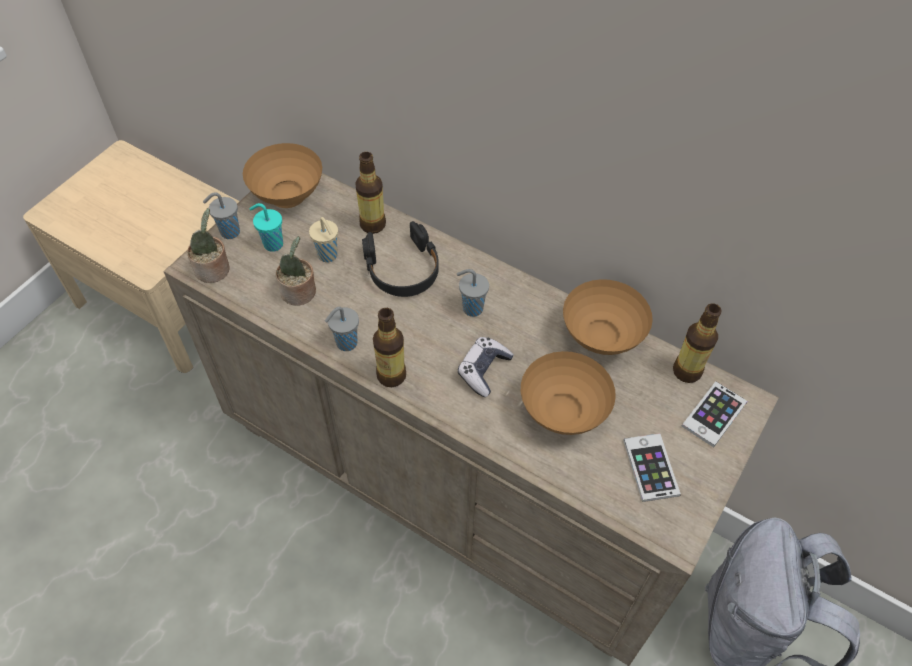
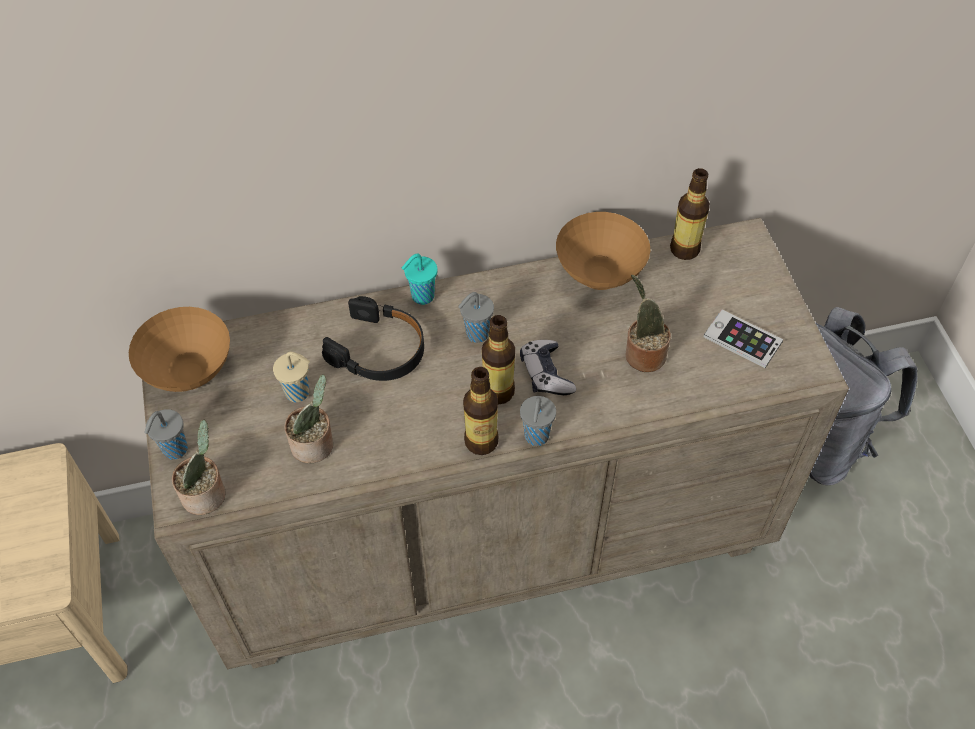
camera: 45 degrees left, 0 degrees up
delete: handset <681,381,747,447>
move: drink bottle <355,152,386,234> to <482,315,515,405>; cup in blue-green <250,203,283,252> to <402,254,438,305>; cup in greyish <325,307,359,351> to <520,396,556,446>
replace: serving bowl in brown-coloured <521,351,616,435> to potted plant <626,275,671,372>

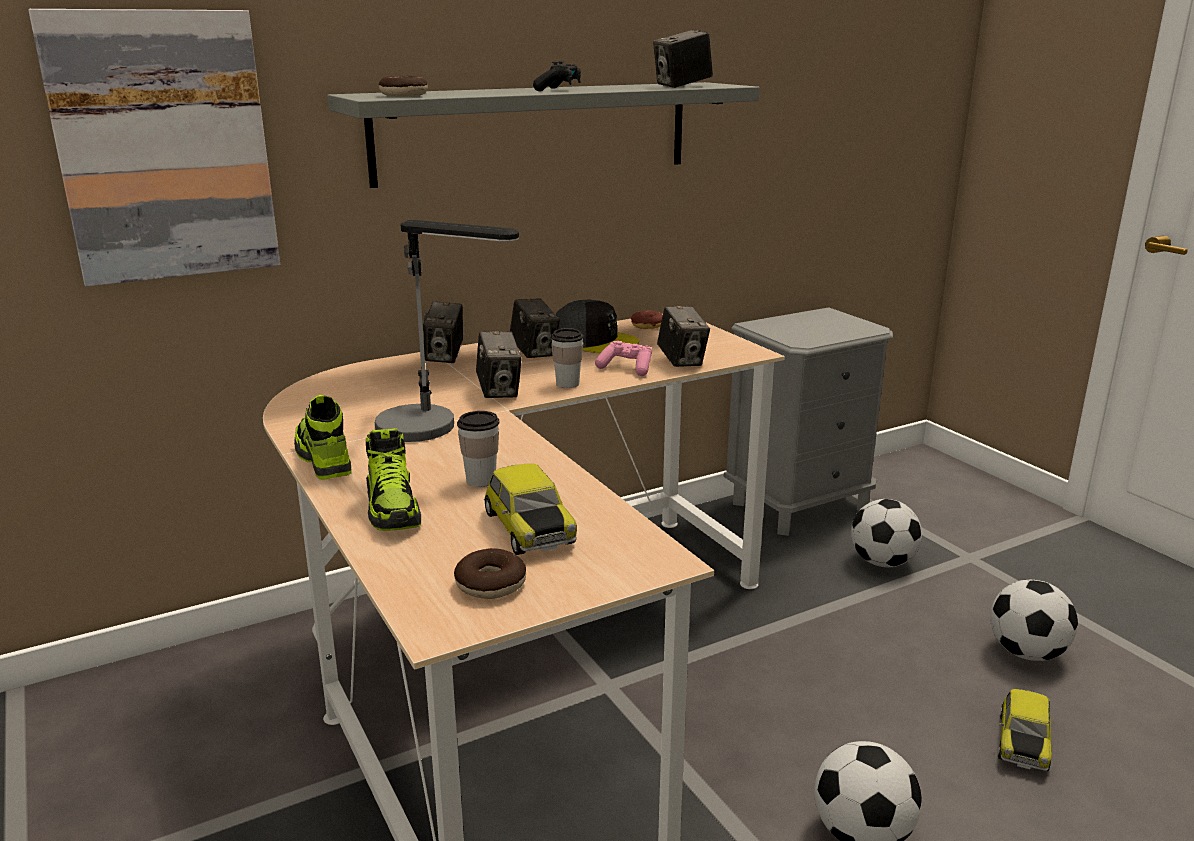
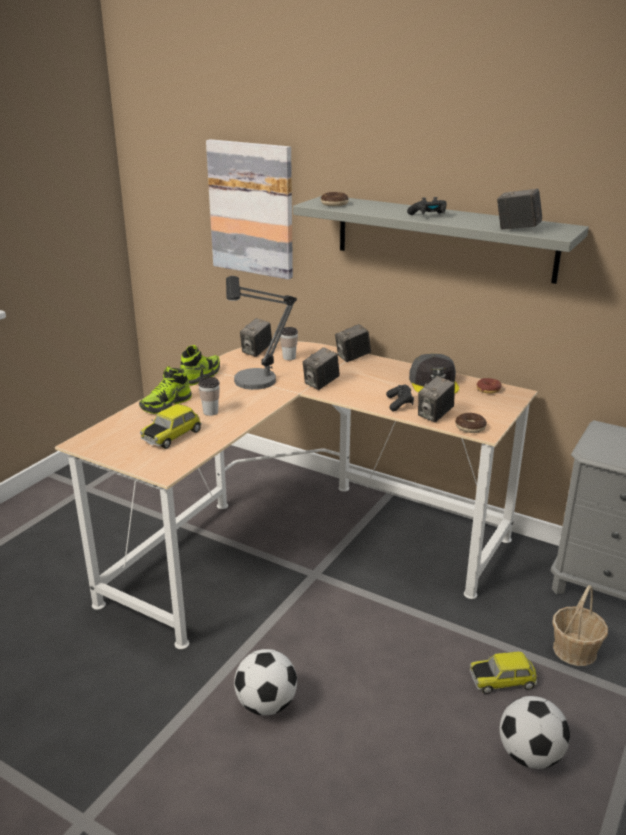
camera: 60 degrees right, 5 degrees up
move: still camera <510,298,560,358> to <240,318,272,357>; cup <551,328,583,388> to <280,327,298,360>; donut <454,548,526,599> to <455,413,487,433>; model car <998,689,1052,771> to <470,651,537,694>
replace: football <851,499,922,567> to storage basket <552,585,608,666>
recolor: game controller in pinkish <595,341,652,376> to game controller in black-coloured <386,385,414,411>

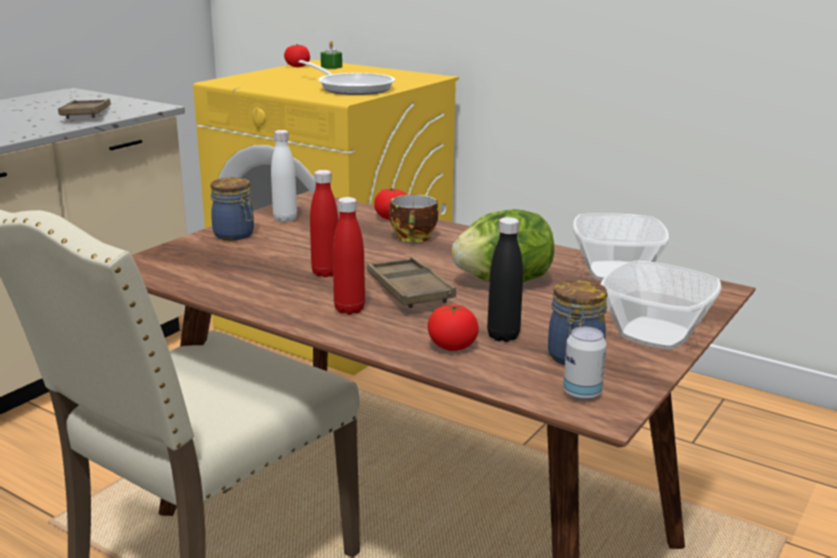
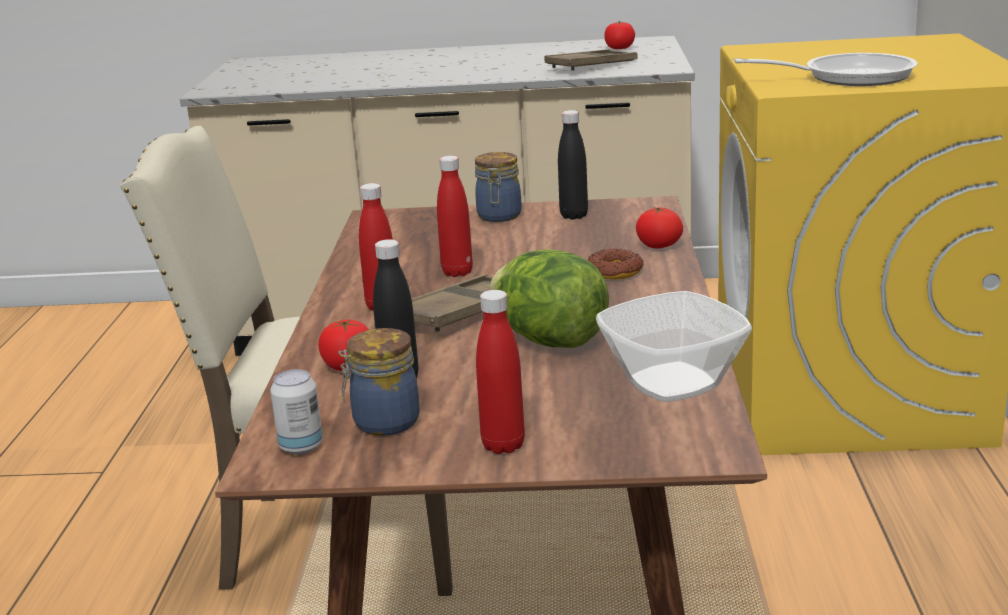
camera: 60 degrees right, 0 degrees up
delete: candle in green <321,41,342,69>
move: whole tomato <284,44,310,67> to <604,21,635,49>
replace: cup <389,194,438,243> to donut <587,248,644,280>; serving bowl <601,260,722,350> to drink bottle in red-coloured <476,290,525,454>
recolor: drink bottle in whitish <271,130,297,222> to drink bottle in black-coloured <558,110,588,219>
rotate: skillet <298,60,395,95> = <734,53,918,86> 105 degrees counterclockwise

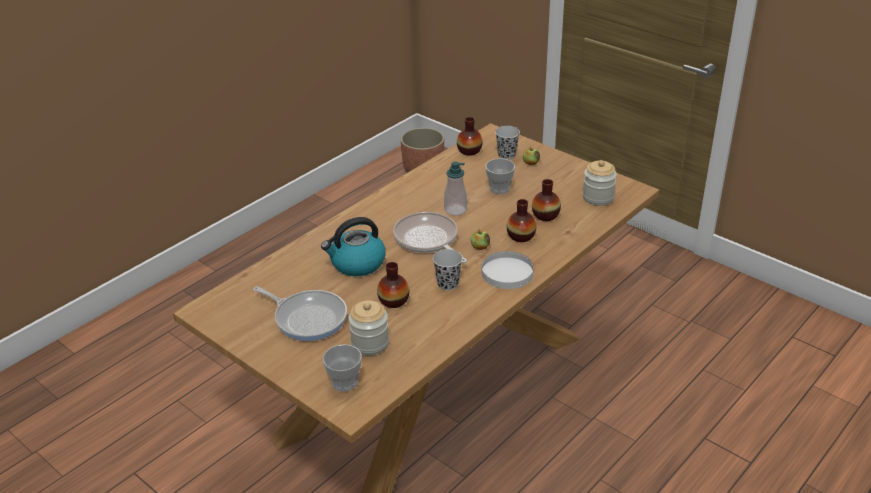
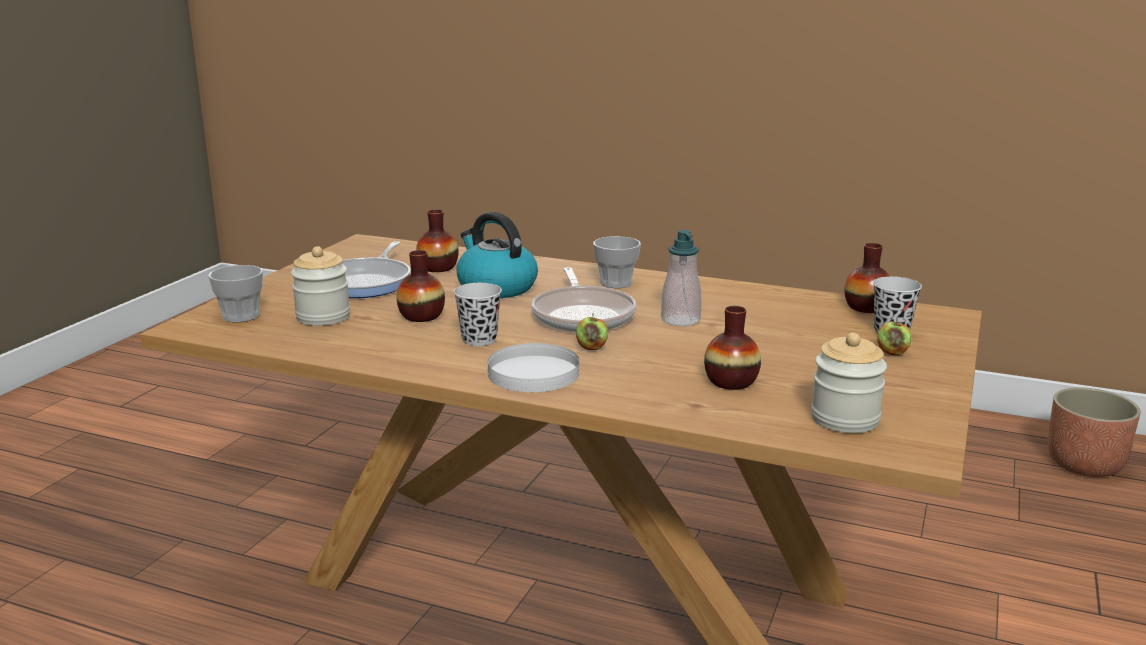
camera: 70 degrees right, 15 degrees down
move: cup <485,159,515,194> to <593,236,641,288>; vase <507,199,537,242> to <416,210,459,272>
rotate: skillet <393,212,467,263> = <532,267,636,332> 135 degrees clockwise

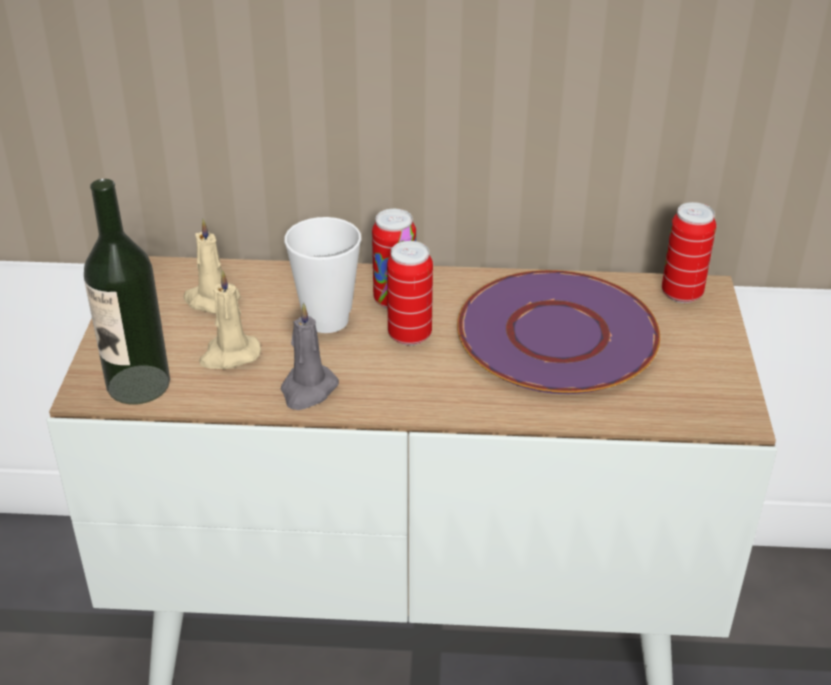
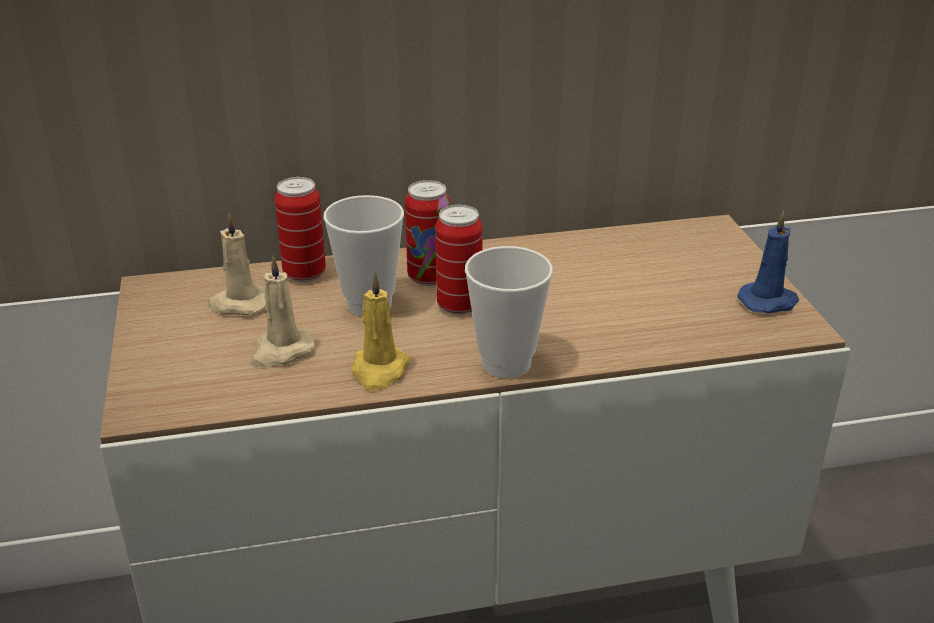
camera: 15 degrees left, 5 degrees down
delete: drink bottle <84,179,170,404>; flat dish in purple-coloured <457,270,660,394>
insert: candle in bluish <737,211,799,314>; cup <465,246,553,378>
move: sealed can <662,202,716,303> to <275,177,326,282>
recolor: candle in greyish <281,303,339,410> to candle in yellow-coloured <352,272,411,391>

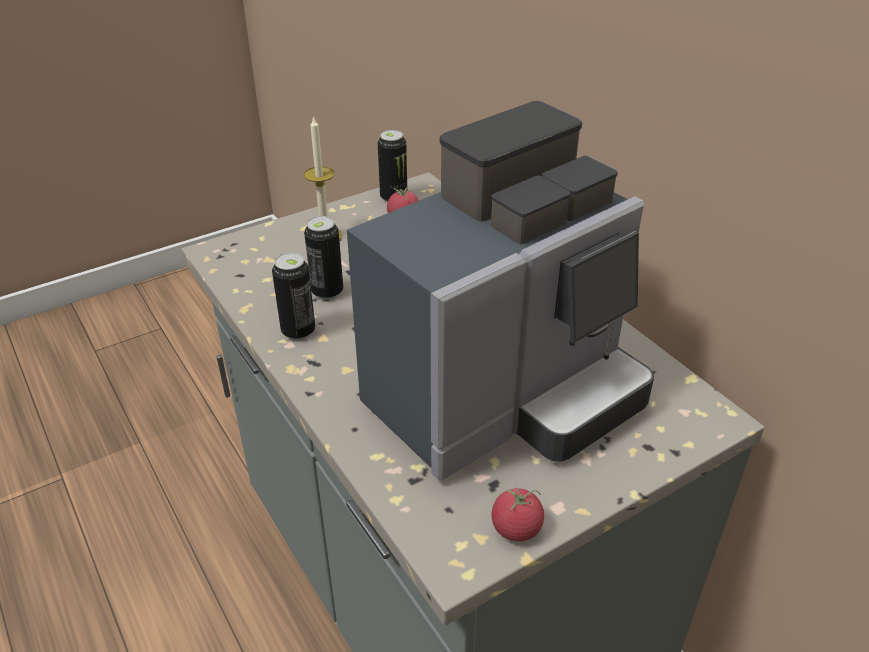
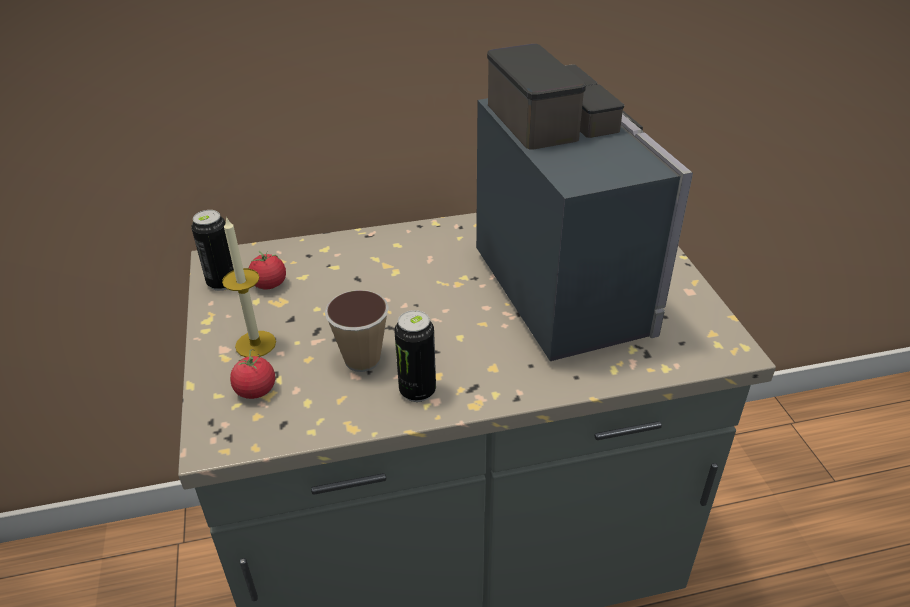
camera: 70 degrees left, 0 degrees up
move: whole tomato <491,487,544,541> to <230,349,275,399>
replace: sealed can <304,216,343,300> to cup <325,290,389,372>

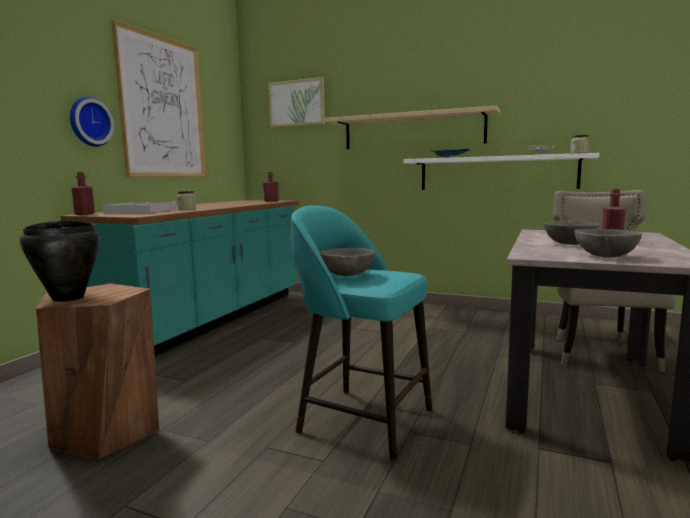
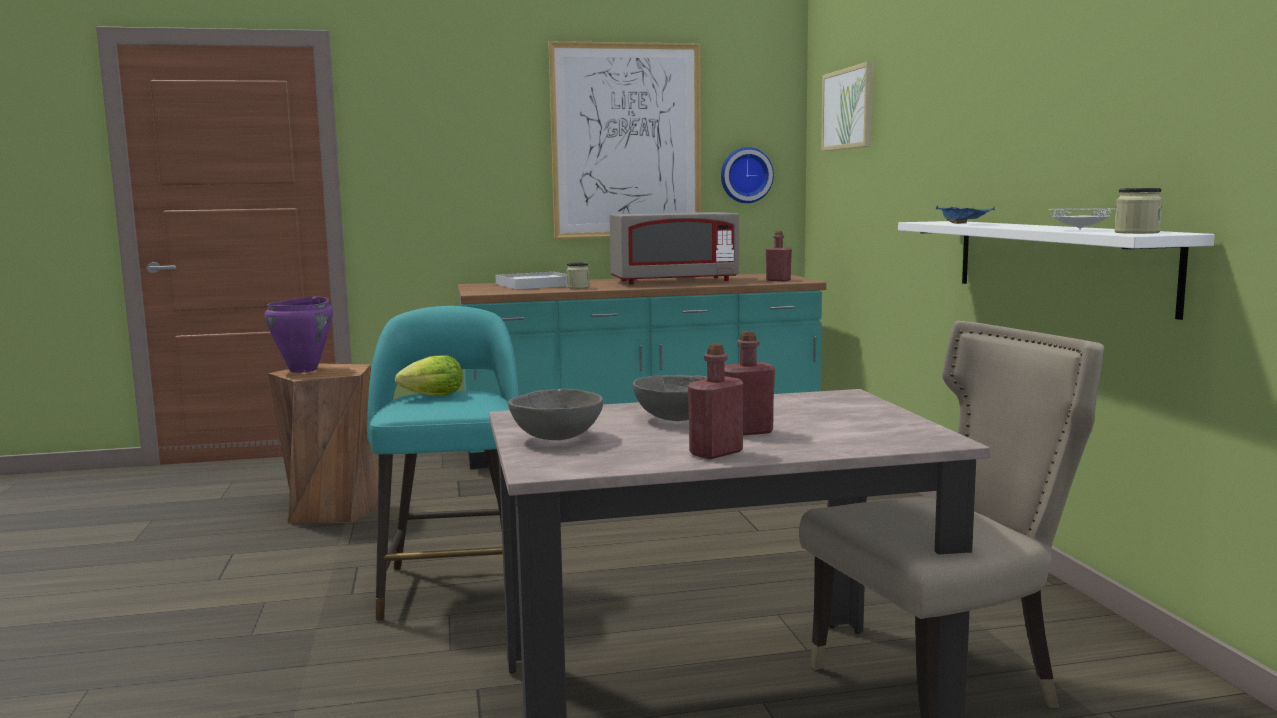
camera: 55 degrees right, 0 degrees up
delete: shelf in beige <325,106,500,149>
insert: microwave in greyish <610,212,739,284>
move: hanging clock <70,96,114,147> to <721,147,774,203>; drink bottle in red-coloured <72,172,95,215> to <688,344,744,459>
replace: serving bowl in greyish <320,248,375,276> to lettuce head <395,355,462,396>
recolor: cooking pot in black-coloured <20,221,100,302> to cooking pot in purple-coloured <264,296,333,373>

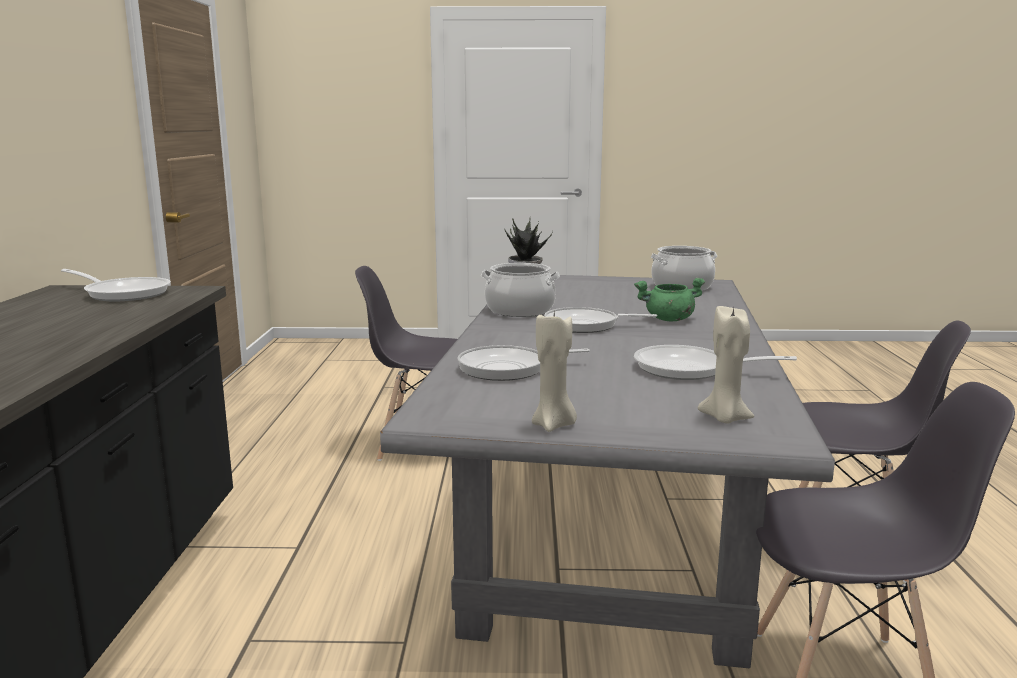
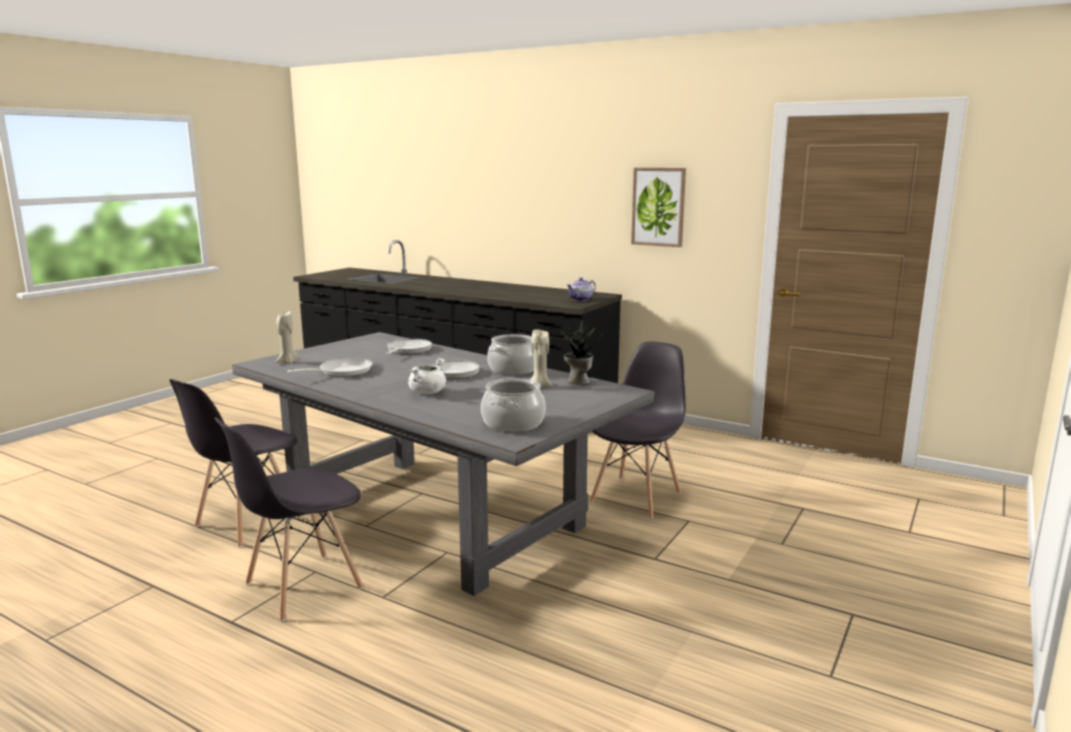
camera: 120 degrees right, 0 degrees up
insert: wall picture <631,168,686,247>
move: candle in beige <532,311,577,432> to <530,329,552,387>
replace: skillet <61,269,171,301> to tea pot <566,277,596,301>
recolor: cooking pot in green <634,278,705,321> to cooking pot in whitish <408,358,446,394>

